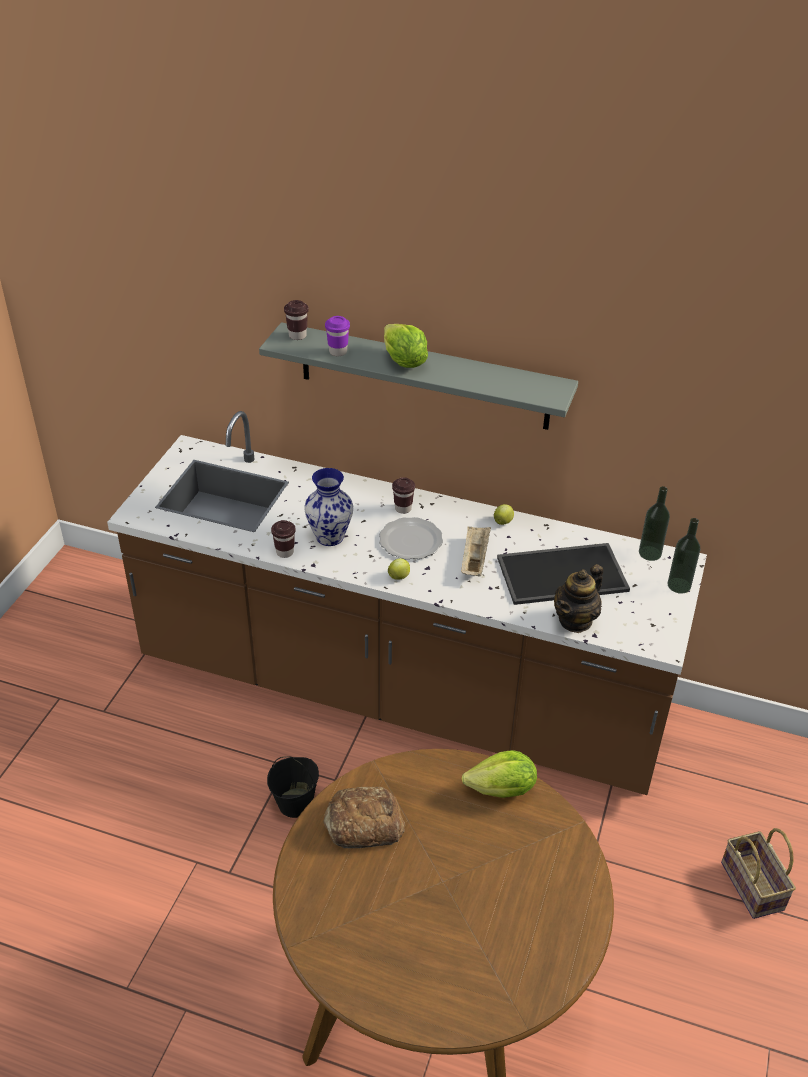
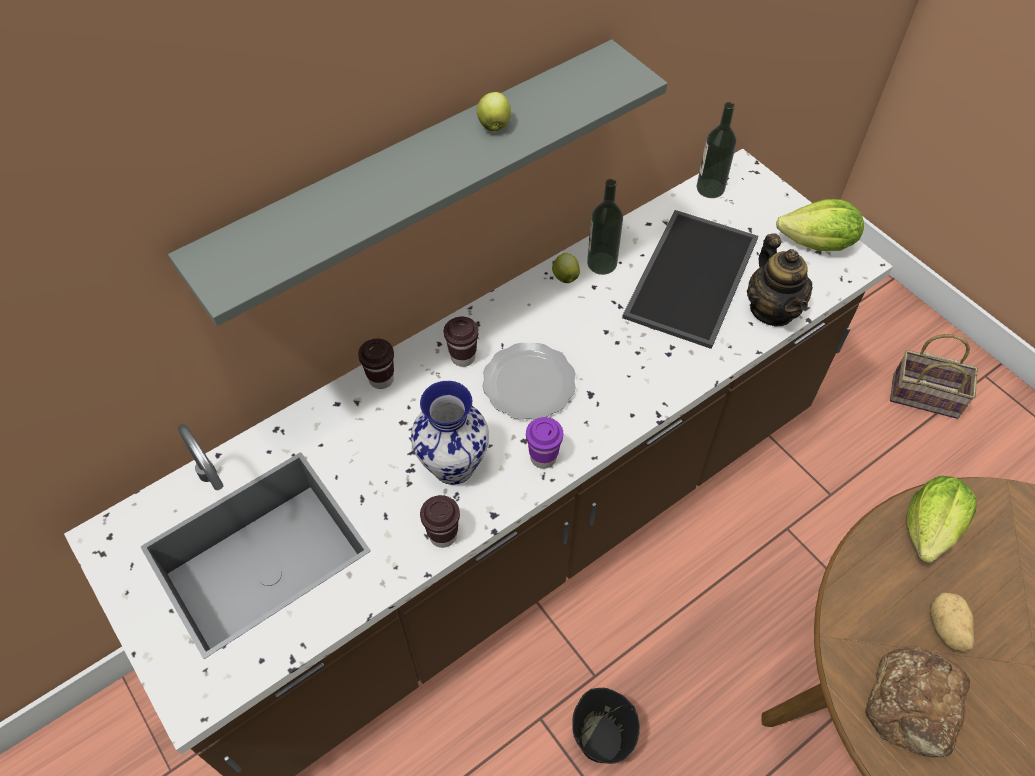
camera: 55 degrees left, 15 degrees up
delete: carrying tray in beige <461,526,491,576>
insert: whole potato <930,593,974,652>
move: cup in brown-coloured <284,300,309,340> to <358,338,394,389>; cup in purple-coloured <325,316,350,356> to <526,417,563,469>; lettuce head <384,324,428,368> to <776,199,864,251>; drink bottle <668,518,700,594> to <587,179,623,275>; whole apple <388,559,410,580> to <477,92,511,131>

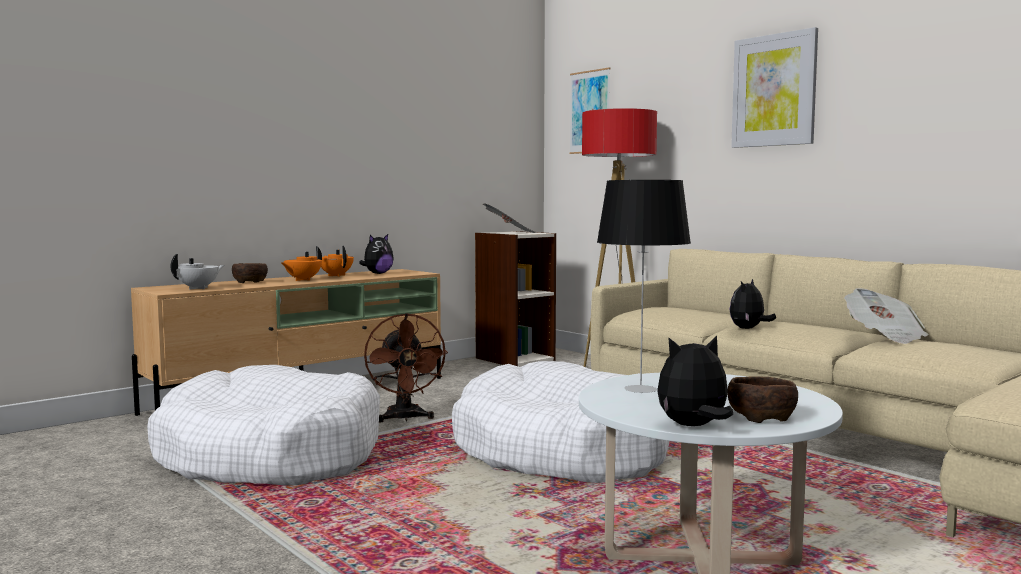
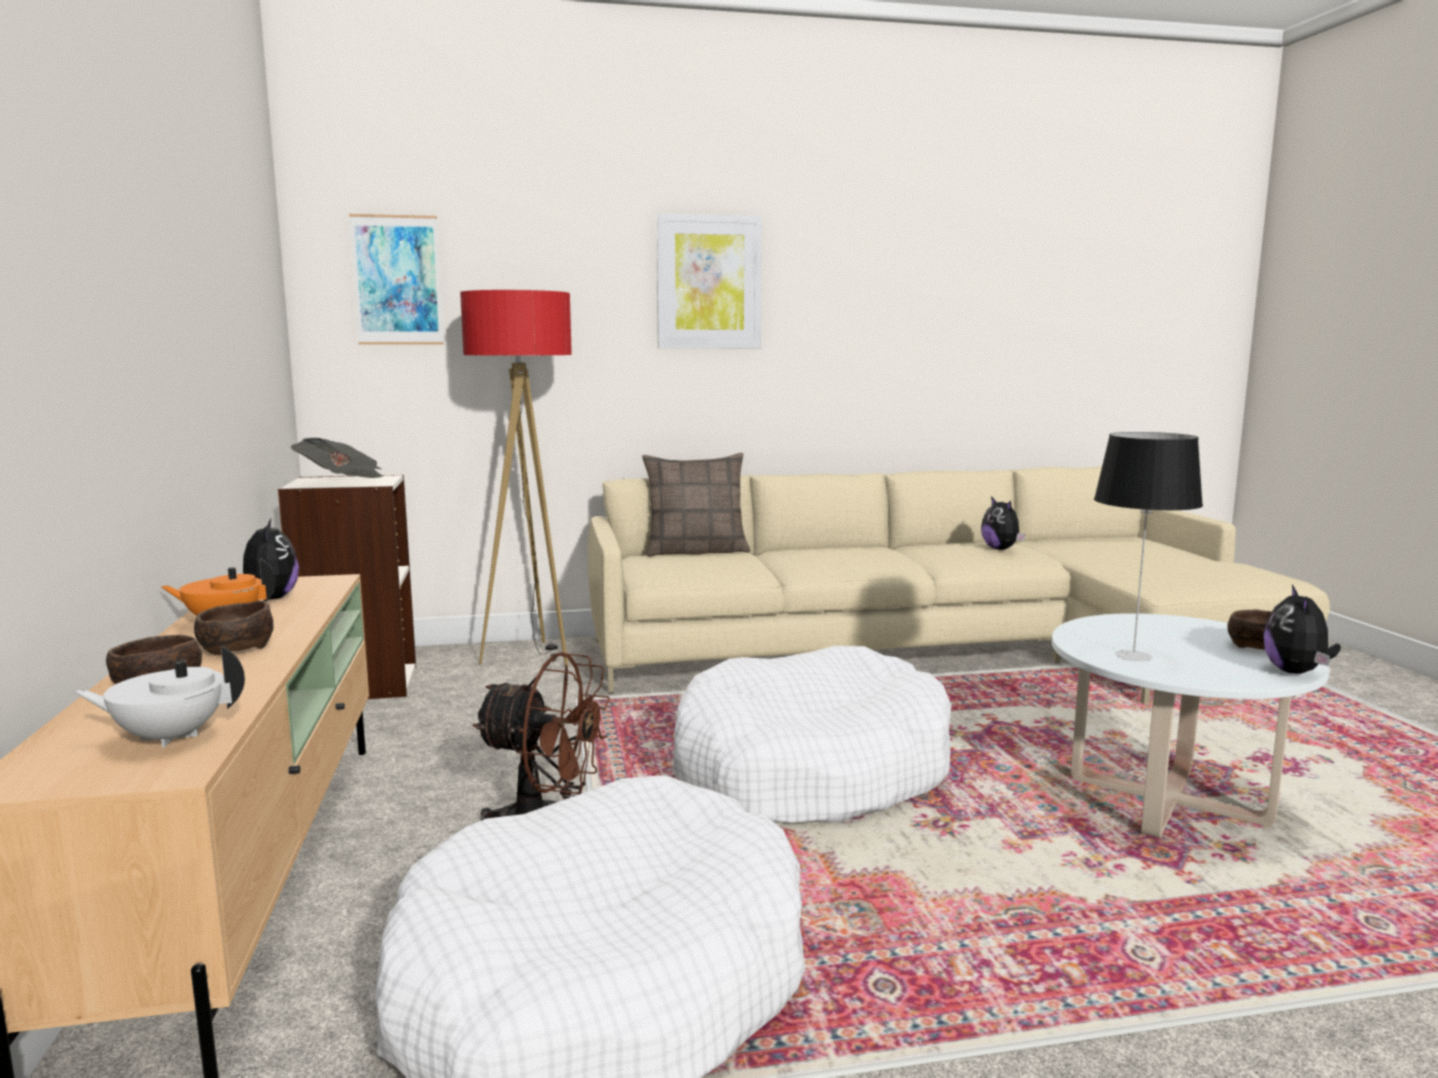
camera: 60 degrees left, 5 degrees up
delete: newspaper <844,288,929,344>
insert: pillow <642,453,750,557>
move: cuddly toy <730,279,776,329> to <981,496,1025,550>
replace: tea pot in orange-coloured <281,246,322,281> to serving bowl in brown-coloured <194,601,273,655>
rotate: tea pot in whitish <171,254,224,289> = <74,646,245,748> 75 degrees counterclockwise

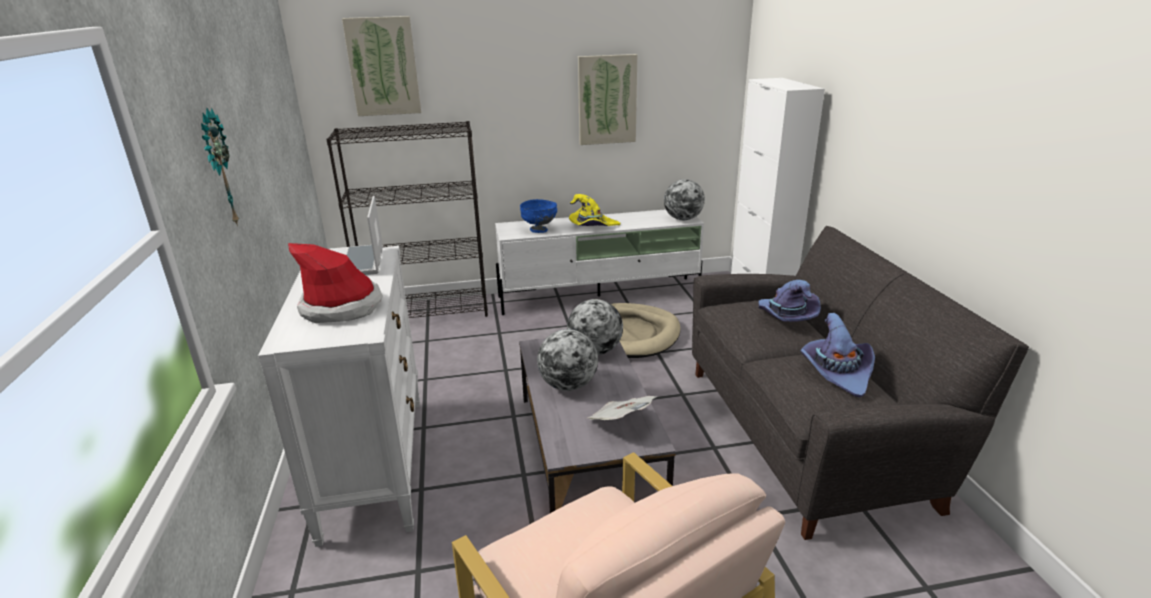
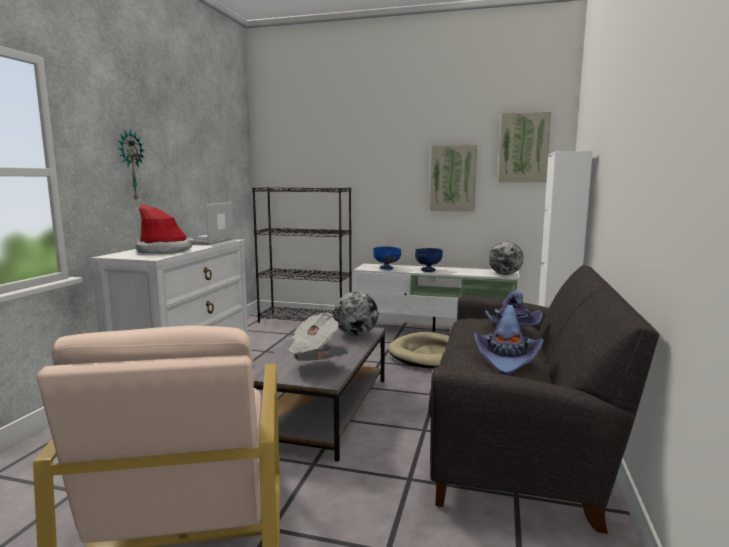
camera: 25 degrees right, 15 degrees down
move: wall picture <342,16,421,116> to <498,112,551,182>
replace: wearable hat in yellow-coloured <569,194,620,226> to serving bowl in bluish <415,248,443,272>; globe <537,329,598,391> to newspaper <289,313,339,353>

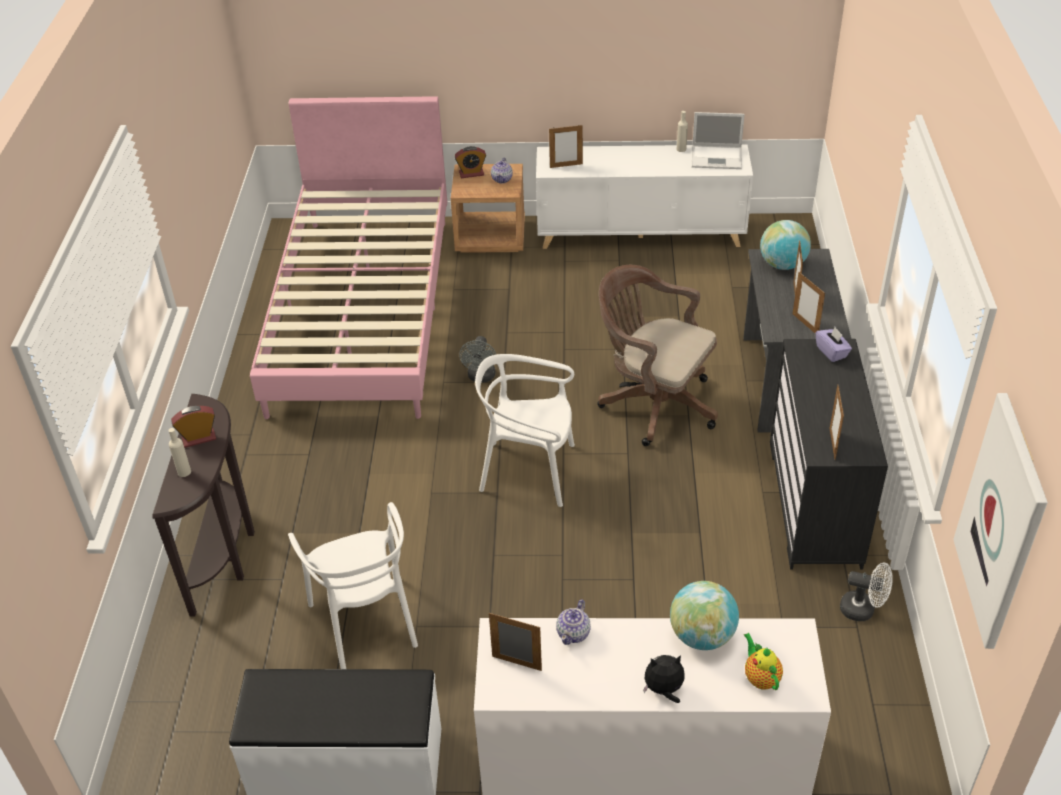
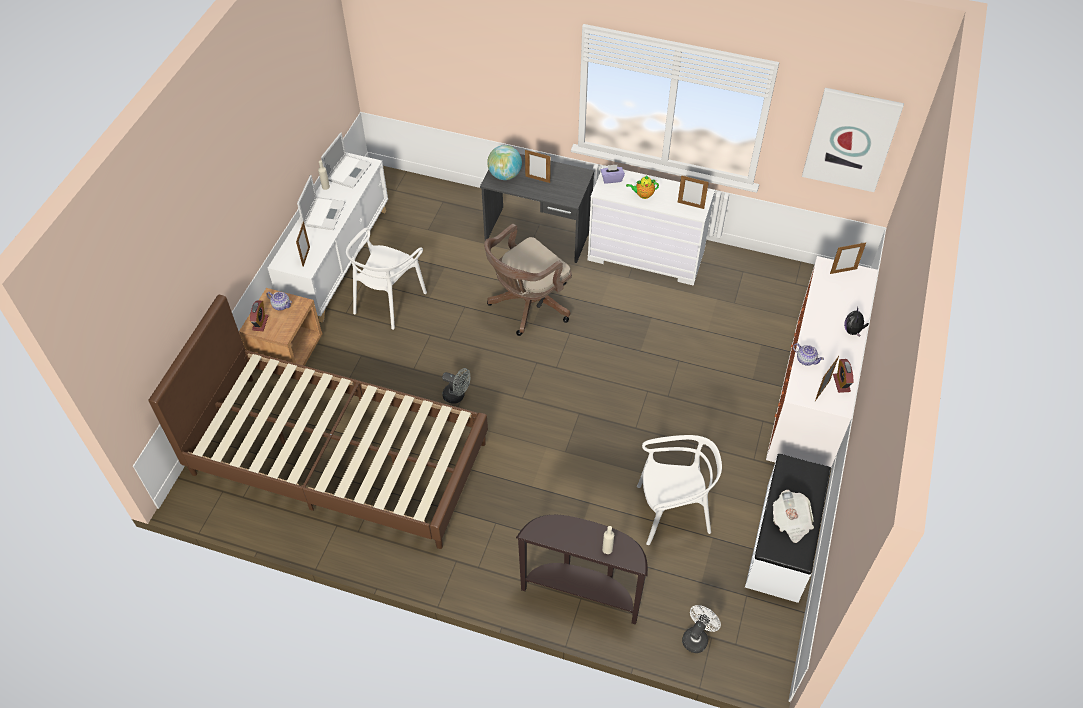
camera: 75 degrees left, 10 degrees up
delete: globe <670,581,739,650>
insert: notebook computer <297,175,346,230>; newspaper <773,490,814,543>
move: photo frame <793,272,825,334> to <830,243,866,274>; chair in whitish <475,354,575,507> to <346,227,427,330>; table clock <171,406,216,448> to <833,359,854,393>; electric fan in whitish <840,563,893,621> to <682,605,721,653>; tea pot <744,633,783,690> to <626,175,659,199>
recolor: bedroom bed in pinkish <250,96,447,419> to bedroom bed in brown-coloured <149,295,488,549>; dresser in black-coloured <770,339,888,570> to dresser in whitish <588,165,715,286>

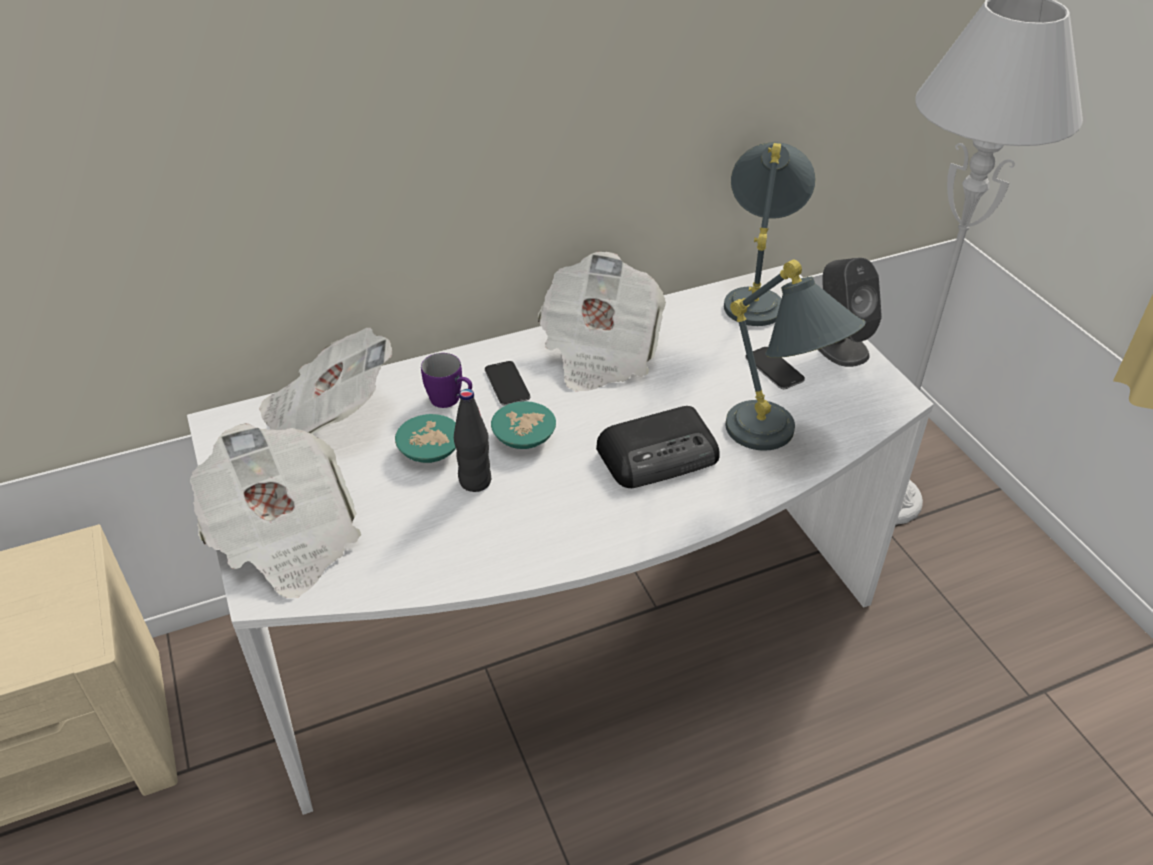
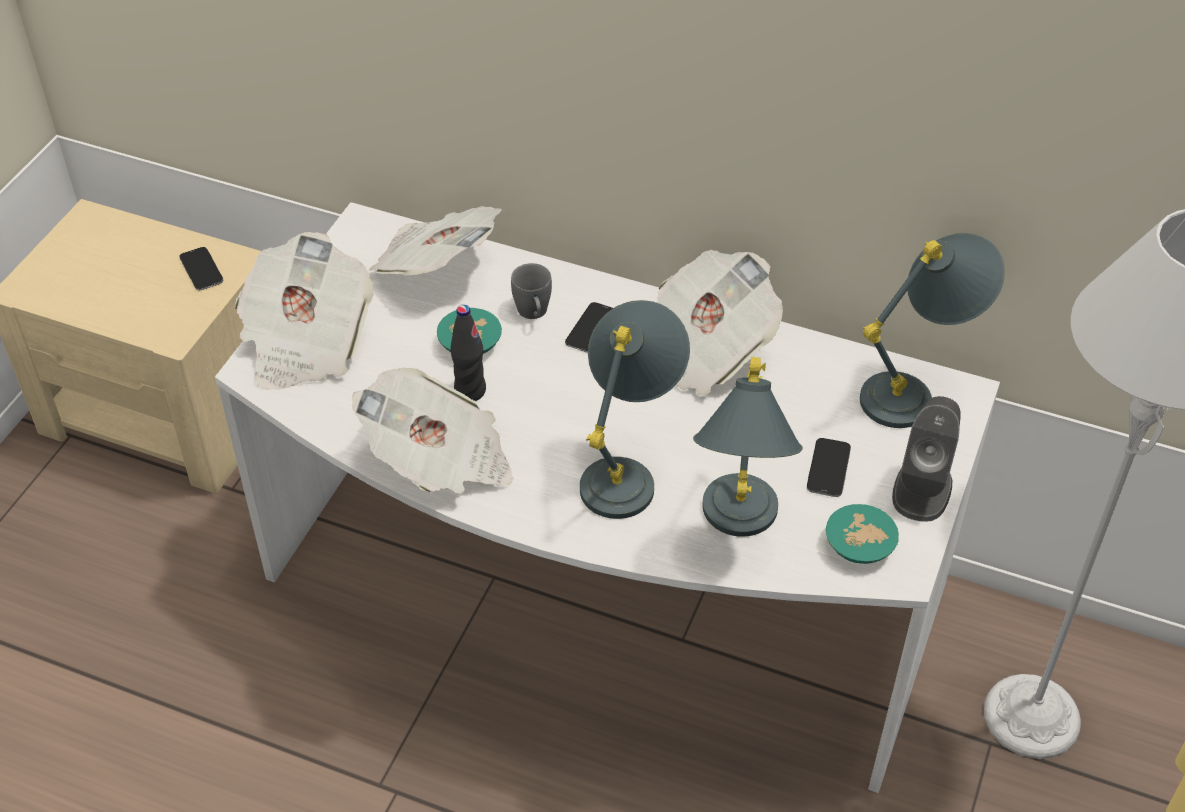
camera: 45 degrees right, 5 degrees up
insert: handset <179,247,223,290>; newspaper <352,368,514,494>
move: serving bowl in blue-green <491,401,556,449> to <826,504,899,564>
replace: radio set <596,406,719,488> to table lamp in greyish <580,300,690,519>
recolor: coffee mug in purple-coloured <421,353,472,408> to coffee mug in greyish <511,263,552,319>

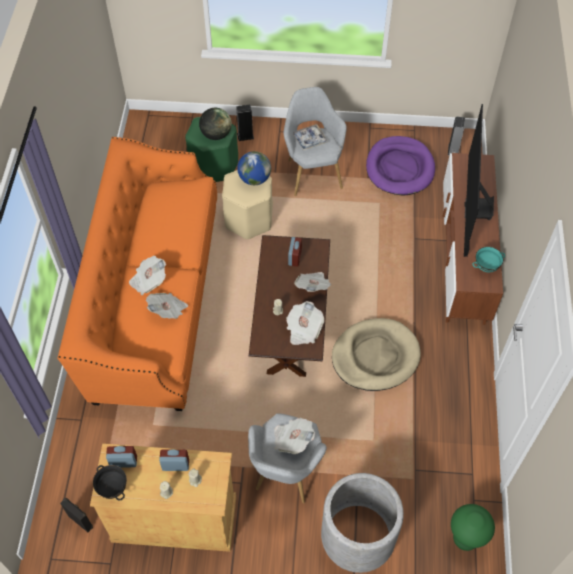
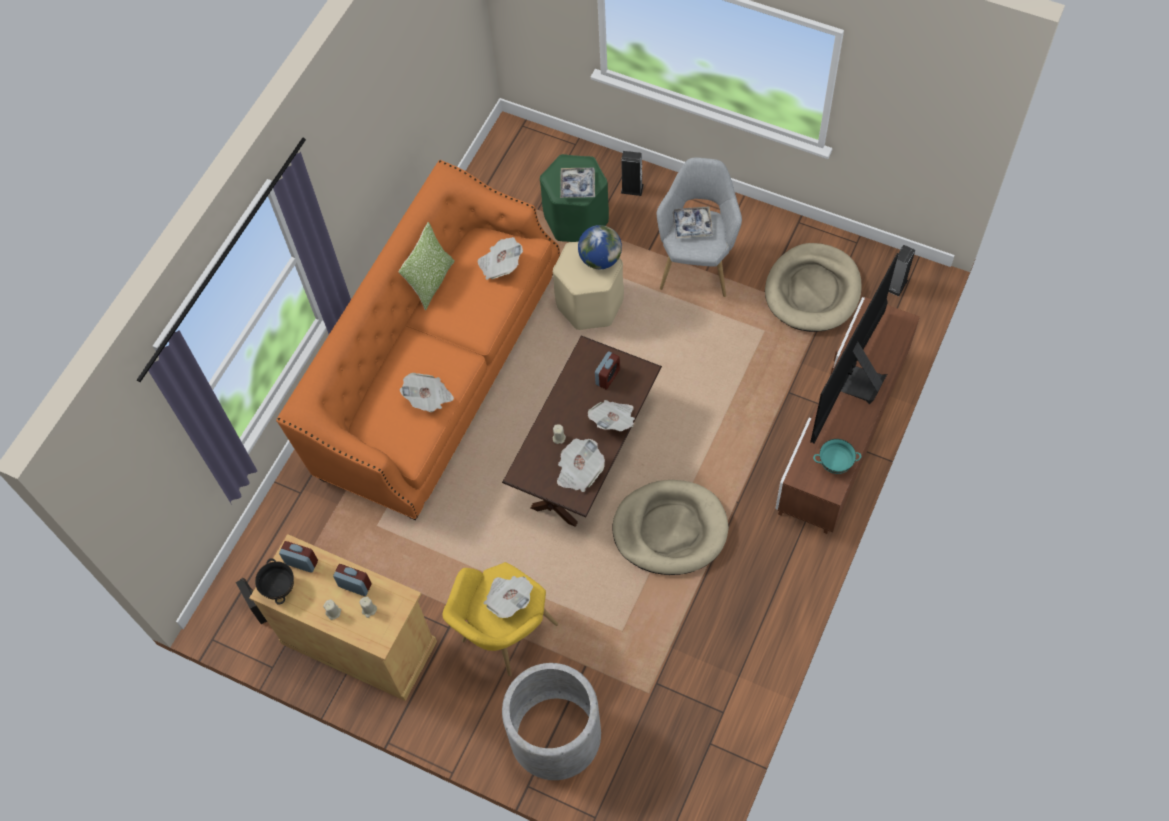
camera: 25 degrees right, 5 degrees up
delete: stool seat in green <451,504,495,551>
insert: pillow <399,222,455,311>
move: newspaper <129,256,166,295> to <477,237,523,280>
replace: globe <199,108,232,140> to carrying tray <560,168,595,198>
recolor: pet bed in purple-coloured <366,136,435,196> to pet bed in beige <765,243,862,332>; easy chair in greyish <248,413,327,504> to easy chair in yellow-coloured <443,562,558,676>

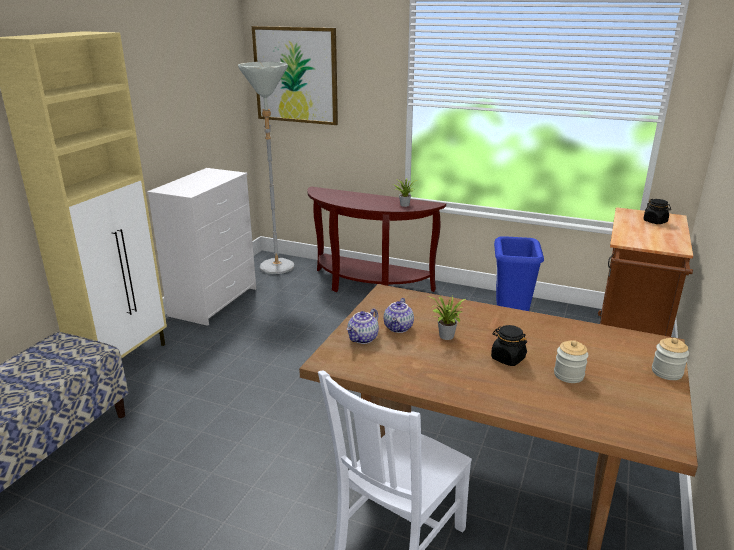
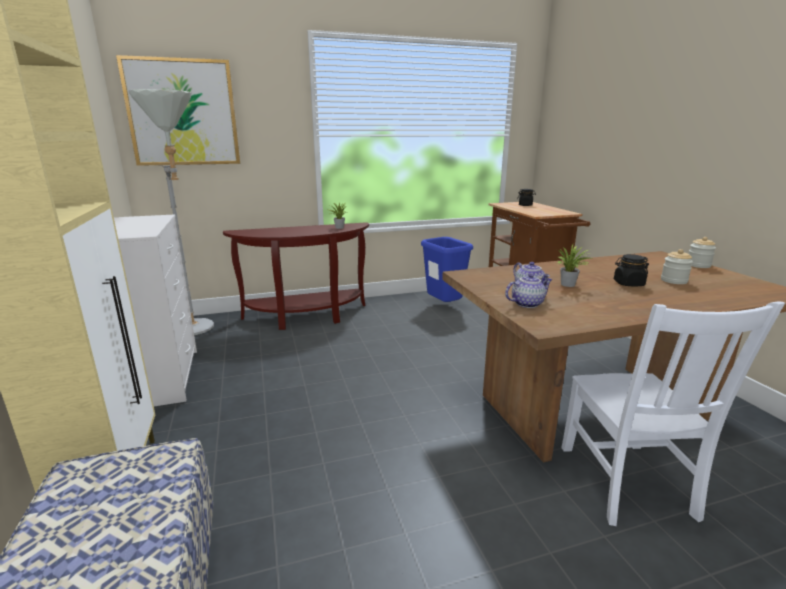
camera: 40 degrees left, 5 degrees down
rotate: tea pot <347,309,379,344> = <505,274,553,308> 105 degrees counterclockwise

